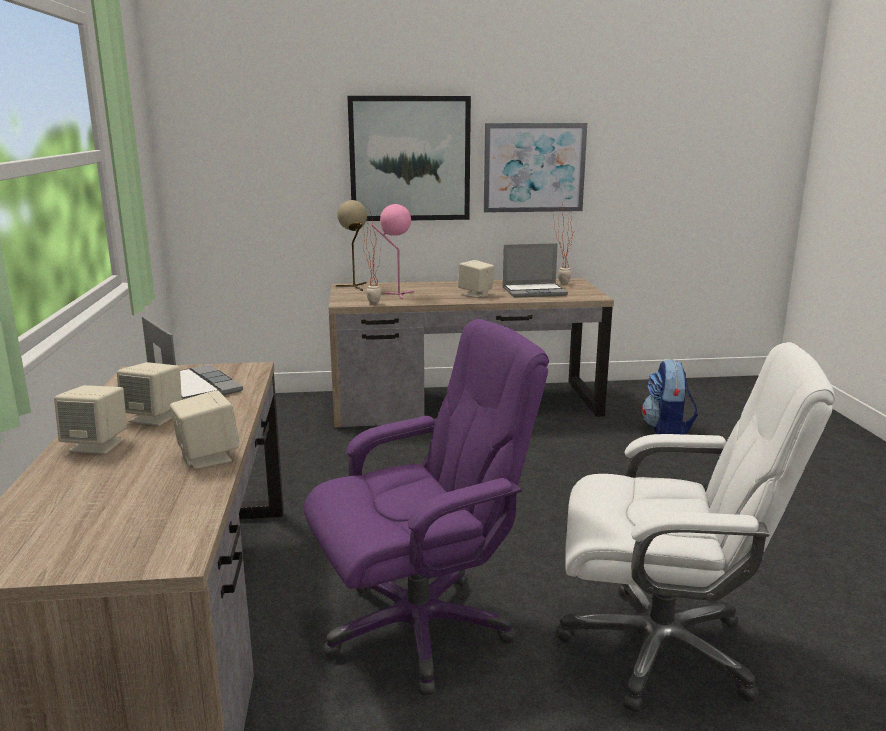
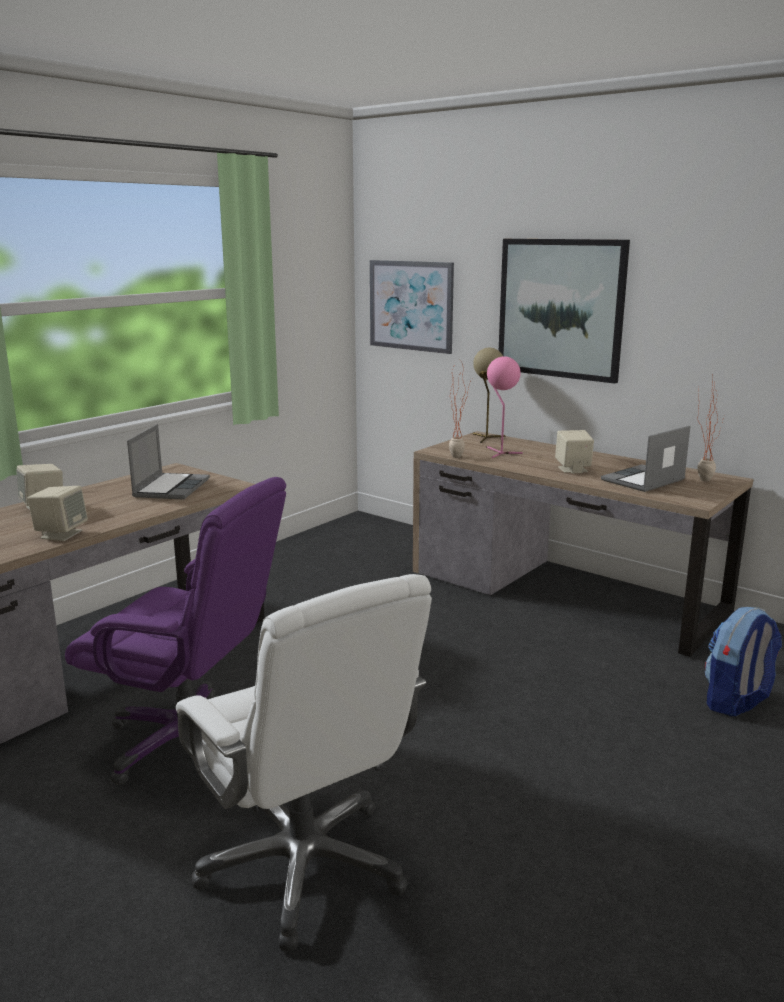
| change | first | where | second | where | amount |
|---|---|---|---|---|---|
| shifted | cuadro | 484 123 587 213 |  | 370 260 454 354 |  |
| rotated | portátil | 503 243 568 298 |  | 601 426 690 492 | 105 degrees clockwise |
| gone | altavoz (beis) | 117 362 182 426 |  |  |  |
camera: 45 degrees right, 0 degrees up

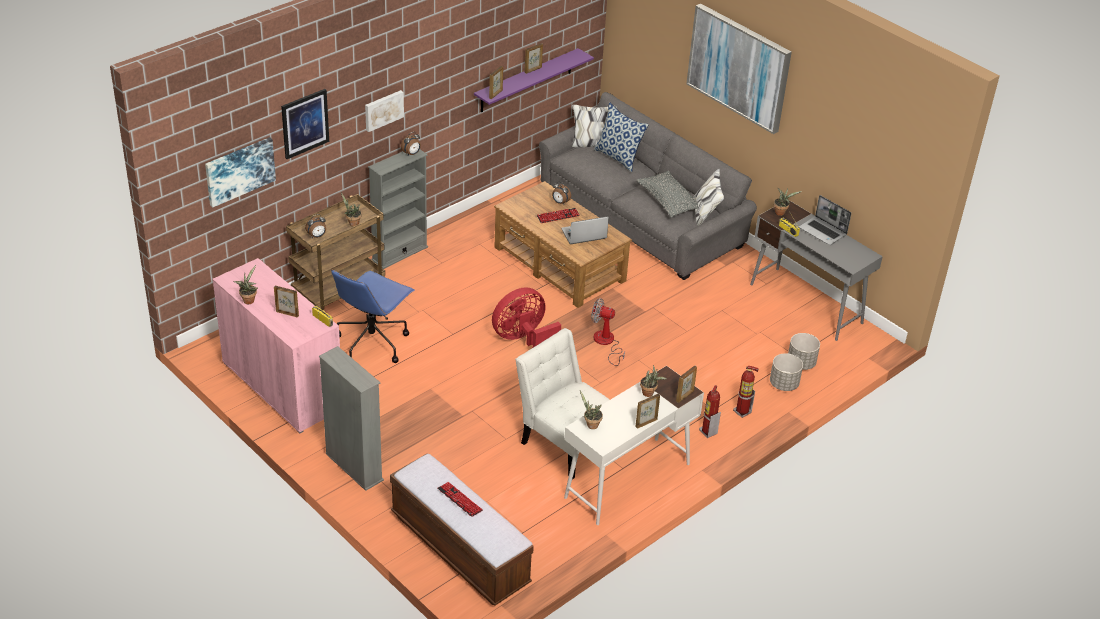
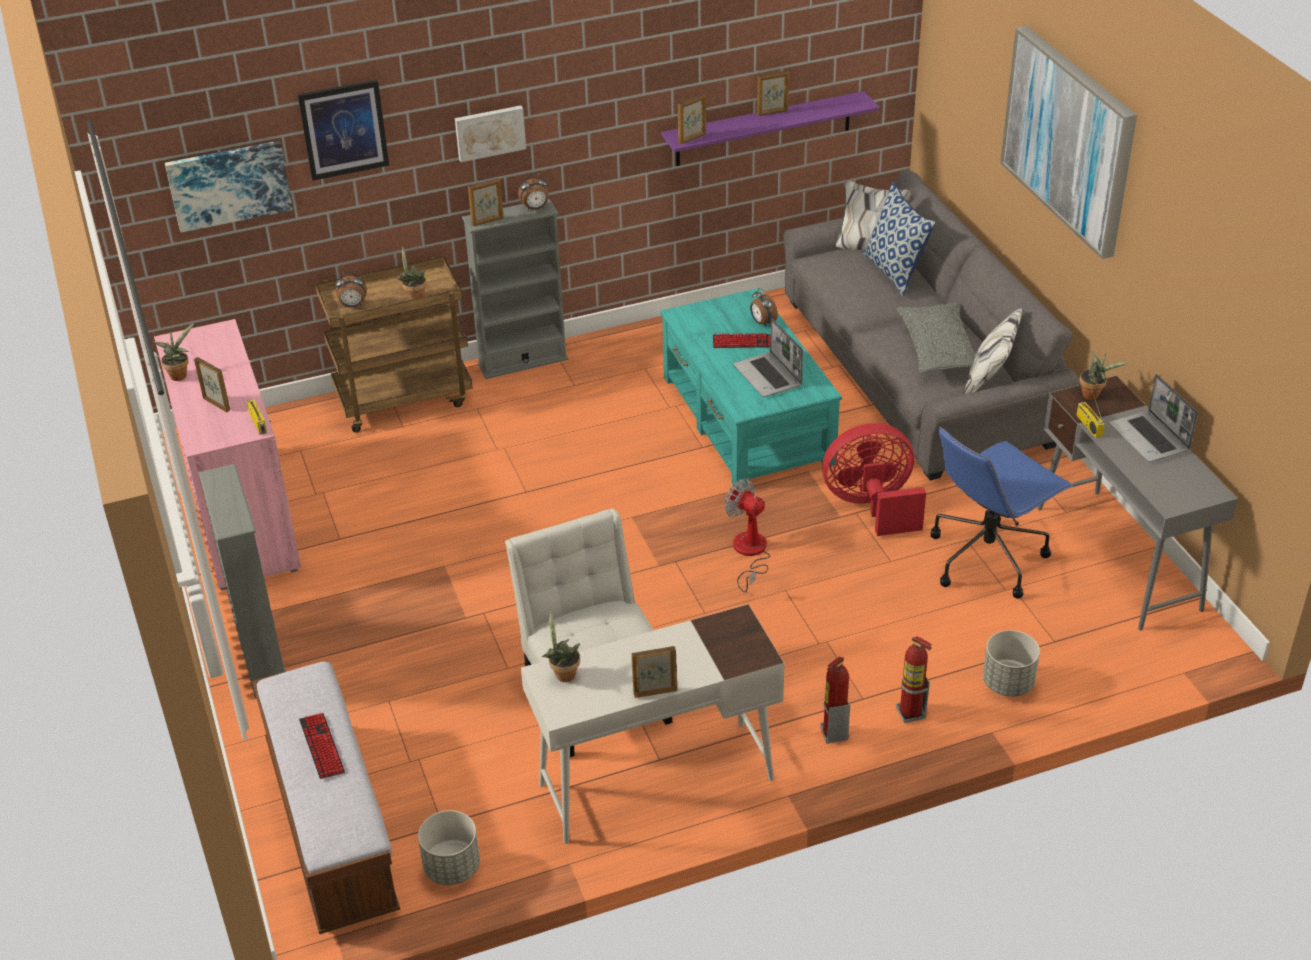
| change | first | where | second | where | amount |
|---|---|---|---|---|---|
| repainted | mesa de centro (marrón) | 494 181 632 308 | mesa de centro (turquesa) | 660 288 842 489 |  |
| rotated | portátil | 561 216 609 244 |  | 733 318 803 397 | 120 degrees counterclockwise |
| shifted | silla de oficina (azul) | 331 270 415 363 |  | 931 427 1073 599 |  |
| shifted | ventilador (rojo) | 492 287 561 348 |  | 822 423 926 536 |  |
| shifted | maceta (gris) | 788 333 820 370 |  | 418 810 480 885 |  |
| gone | planta en maceta | 640 365 667 397 |  |  |  |
| shifted | portarretratos | 676 365 697 403 |  | 468 178 503 226 |  |
camera: 25 degrees right, 0 degrees up

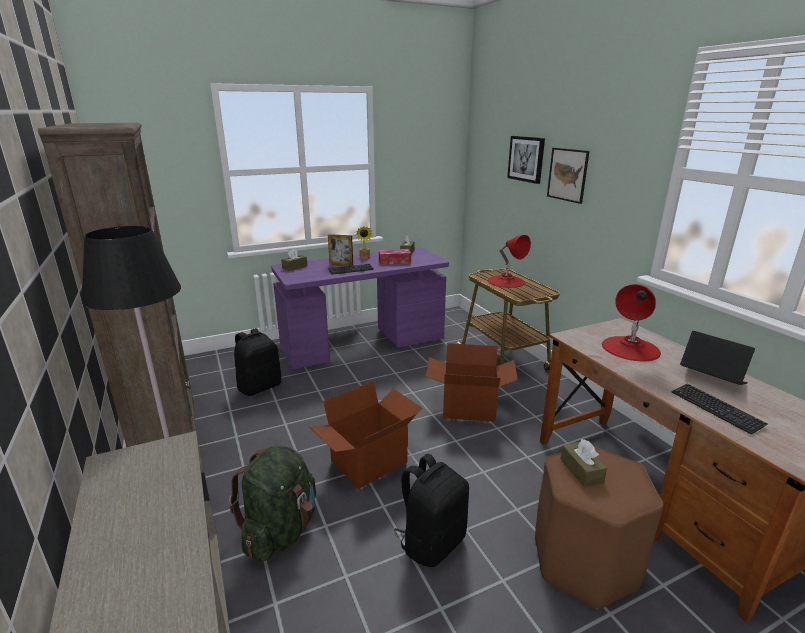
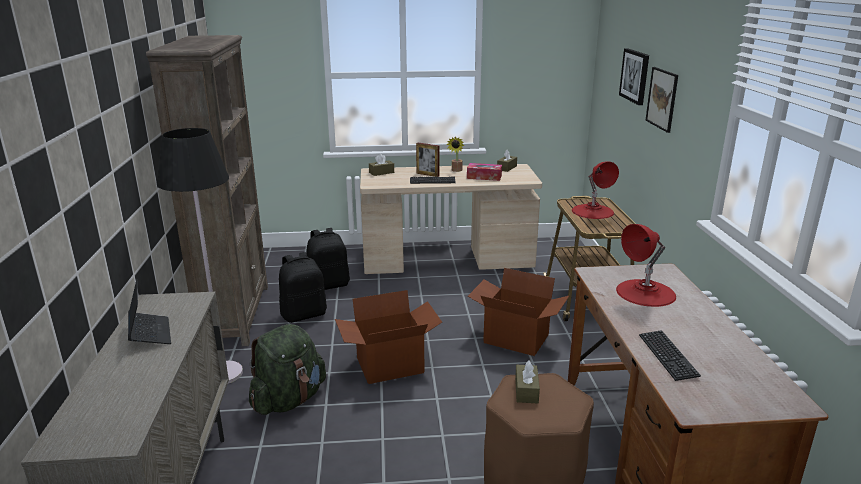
| change | first | where | second | where | amount |
|---|---|---|---|---|---|
| repainted | escritorio (morado) | 271 247 449 369 | escritorio (beis) | 360 164 542 274 |  |
| shifted | portátil | 680 331 755 385 |  | 128 279 171 344 |  |
| shifted | mochila (negro) | 395 454 469 567 |  | 279 252 327 323 |  |
camera: 20 degrees right, 0 degrees up

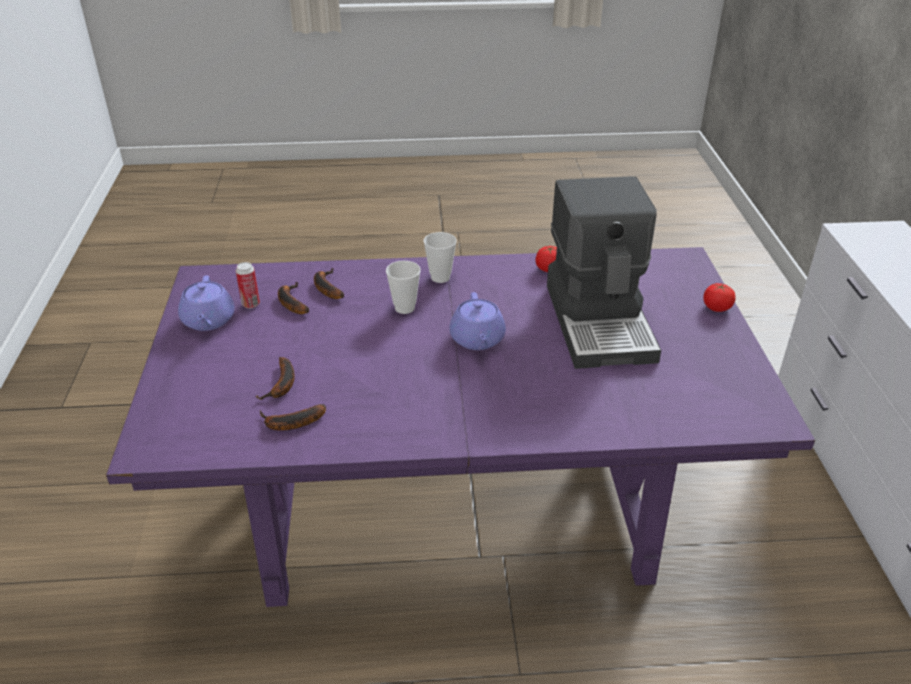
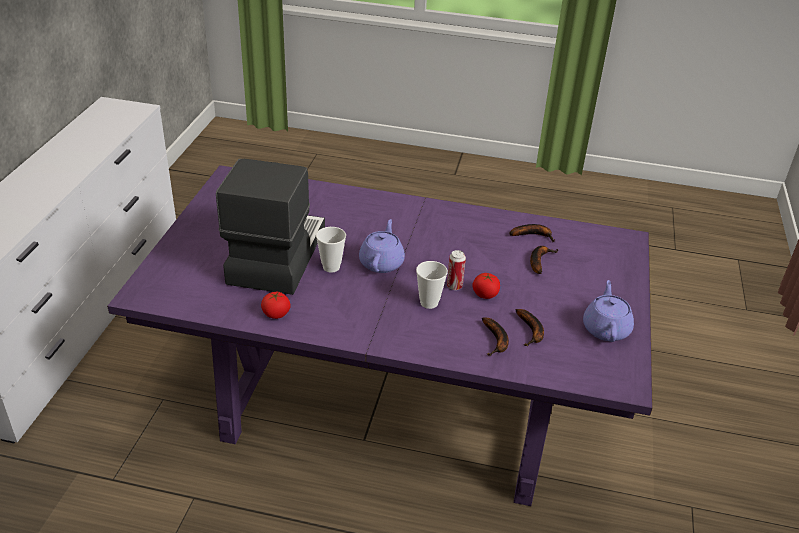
| change | first | where | second | where | amount |
|---|---|---|---|---|---|
| shifted | taza | 424 232 457 283 |  | 316 227 346 272 |  |
| shifted | lata | 236 262 260 308 |  | 447 250 466 290 |  |
| shifted | tomate | 703 283 736 312 |  | 472 273 500 299 |  |
camera: 165 degrees left, 0 degrees up

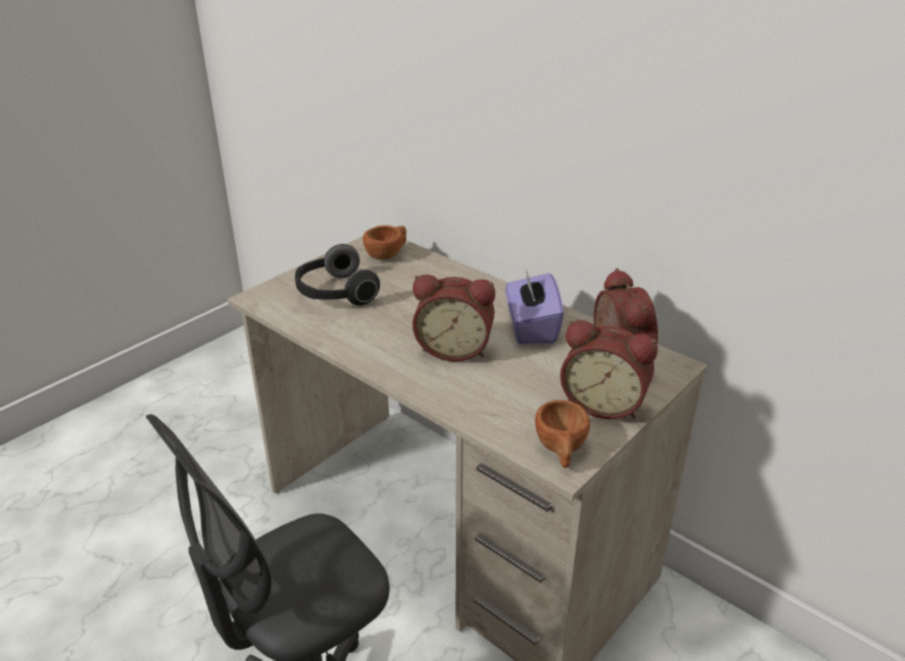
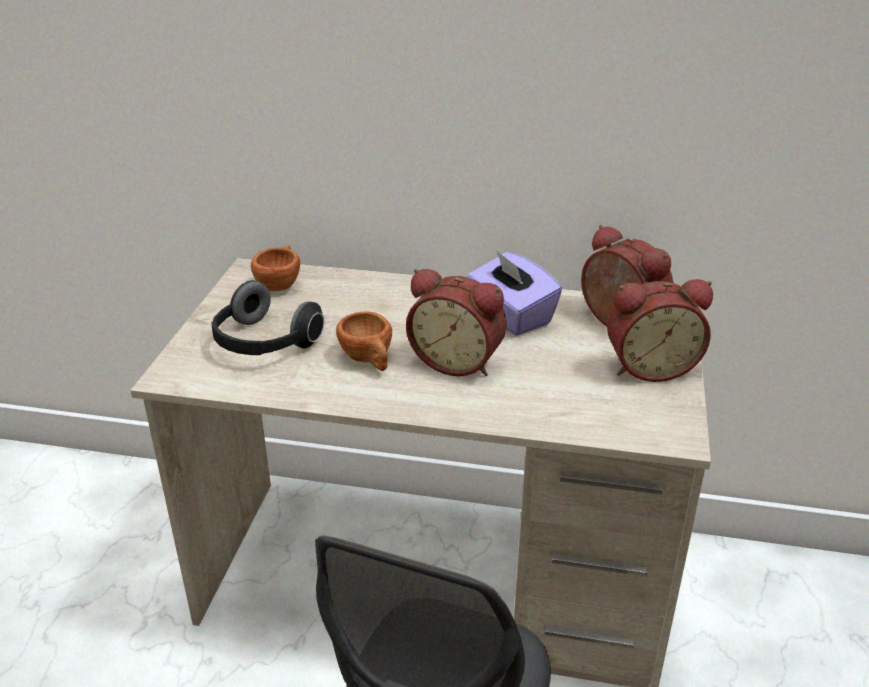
| change | first | where | second | where | amount |
|---|---|---|---|---|---|
| rotated | despertador | 412 274 495 362 |  | 406 269 507 376 | 45 degrees clockwise |
| shifted | taza (marrón) | 535 400 590 468 |  | 336 311 392 371 |  |
camera: 30 degrees left, 0 degrees up

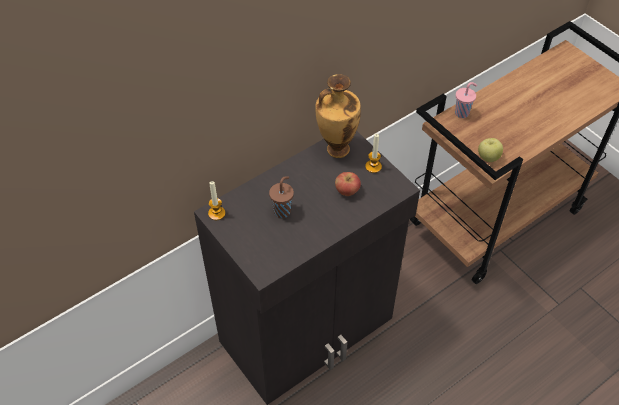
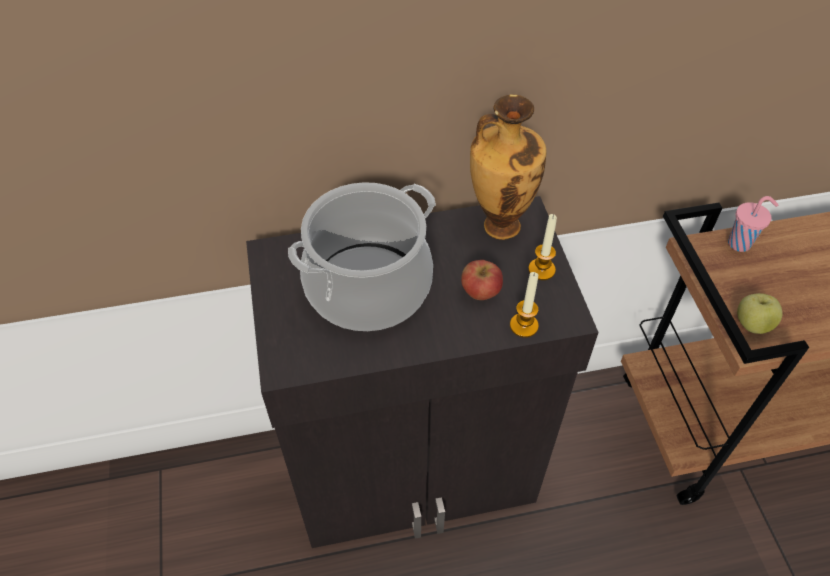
| change | first | where | second | where | amount |
|---|---|---|---|---|---|
| swapped | taza (marrón) | 269 176 294 218 | olla | 288 182 436 331 |  |
| shifted | vela | 208 181 225 220 |  | 510 272 539 338 |  |
camera: 25 degrees right, 0 degrees up

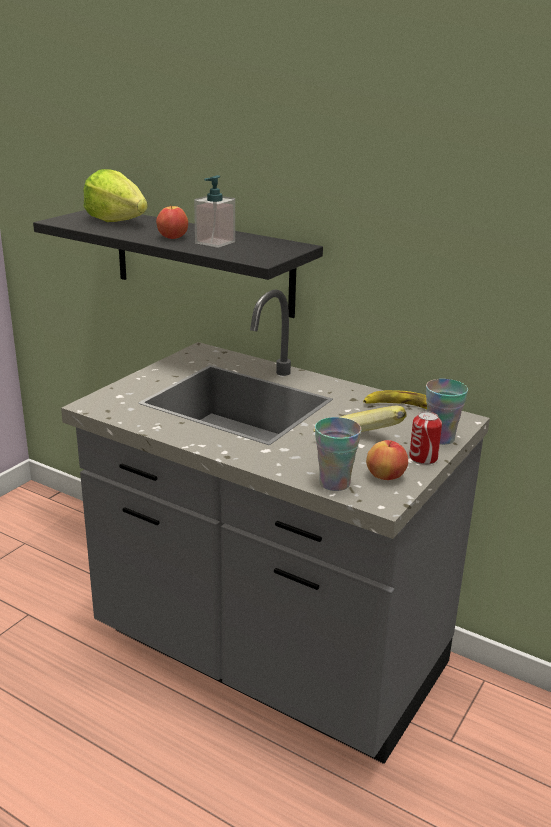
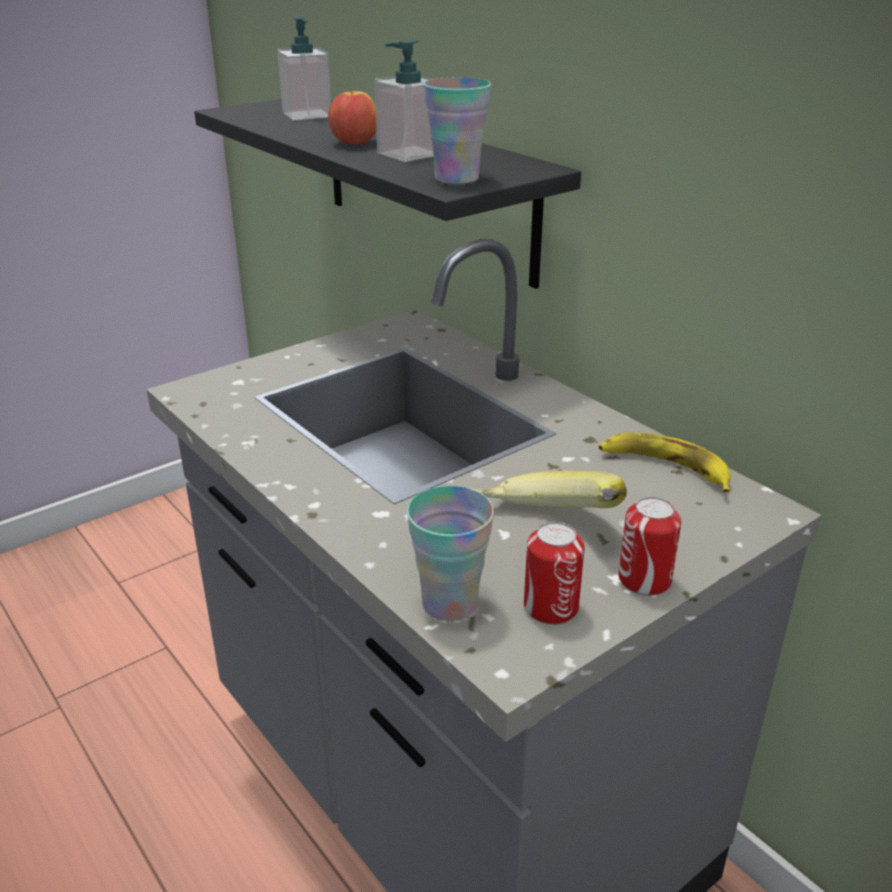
| change | first | where | second | where | amount |
|---|---|---|---|---|---|
| swapped | lechuga | 83 169 148 222 | dispensador de jabón | 277 16 331 120 |  |
| shifted | taza | 426 379 468 445 |  | 424 77 491 184 |  |
| swapped | manzana | 366 440 408 480 | lata | 524 522 585 625 |  |
camera: 20 degrees right, 5 degrees up

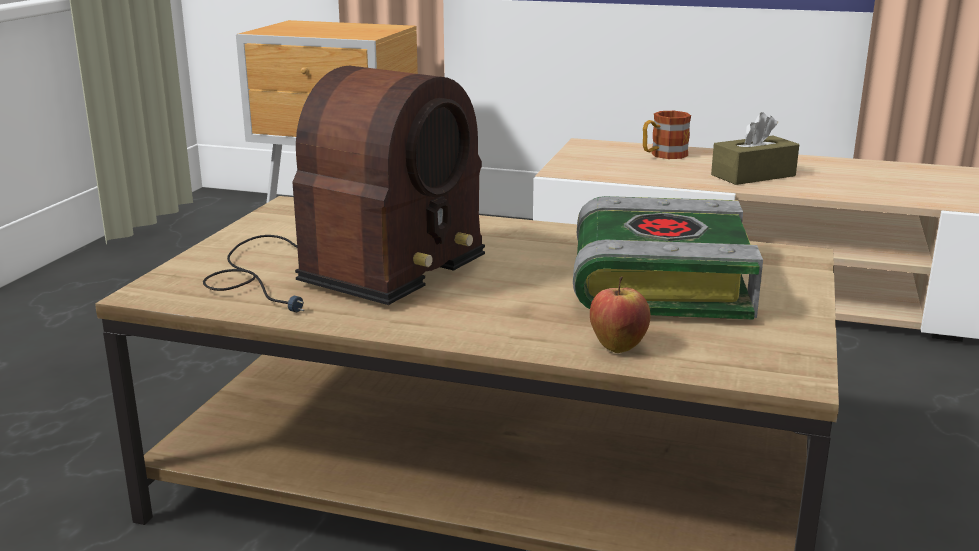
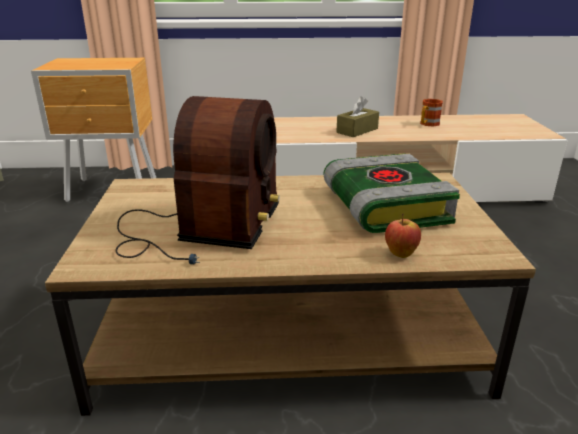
| change | first | where | second | where | amount |
|---|---|---|---|---|---|
| shifted | taza grande | 643 111 691 159 |  | 420 99 443 127 |  |
camera: 20 degrees left, 5 degrees up

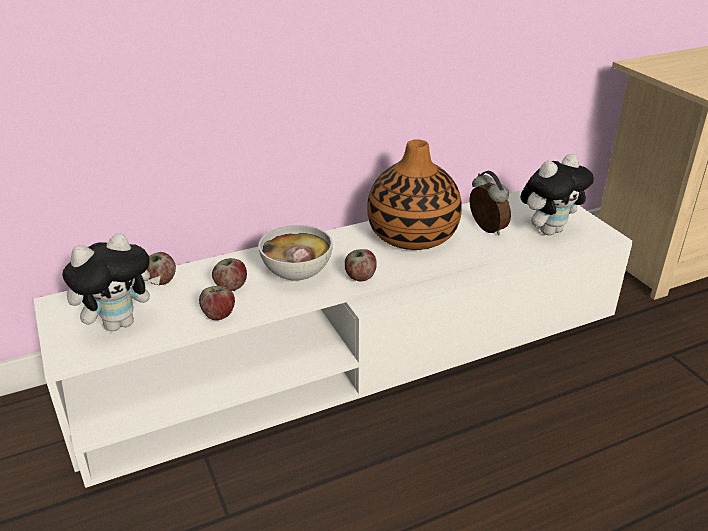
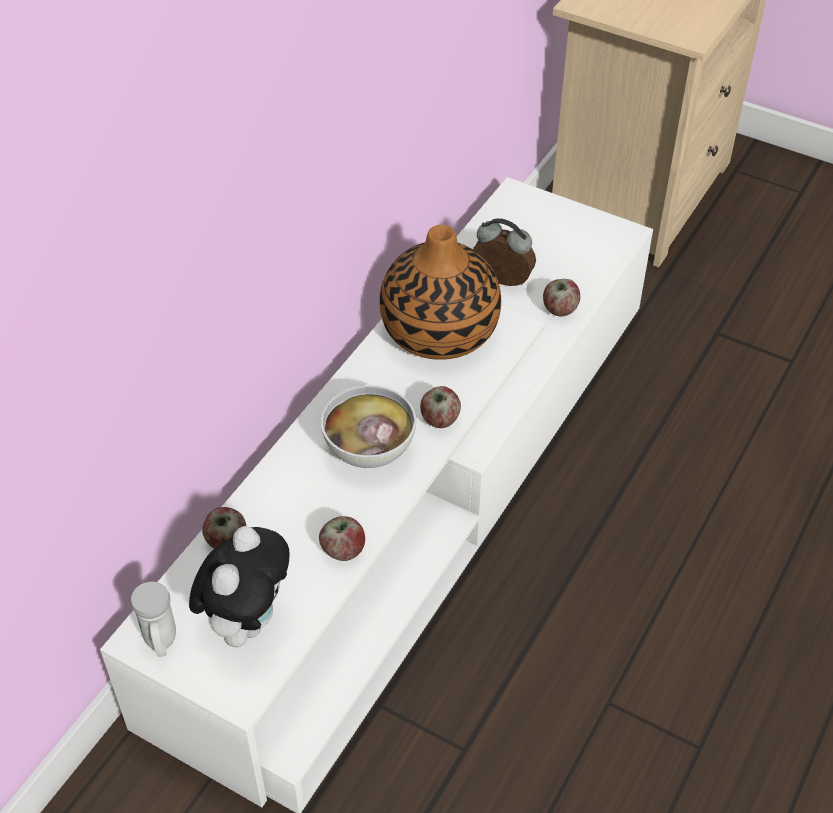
| change | first | where | second | where | amount |
|---|---|---|---|---|---|
| gone | peluche | 520 154 594 235 |  |  |  |
| shifted | manzana | 212 258 247 291 |  | 543 279 580 316 |  |
| new |  |  | taza grande (blanco) | 131 582 176 657 |  |
camera: 35 degrees left, 15 degrees up

